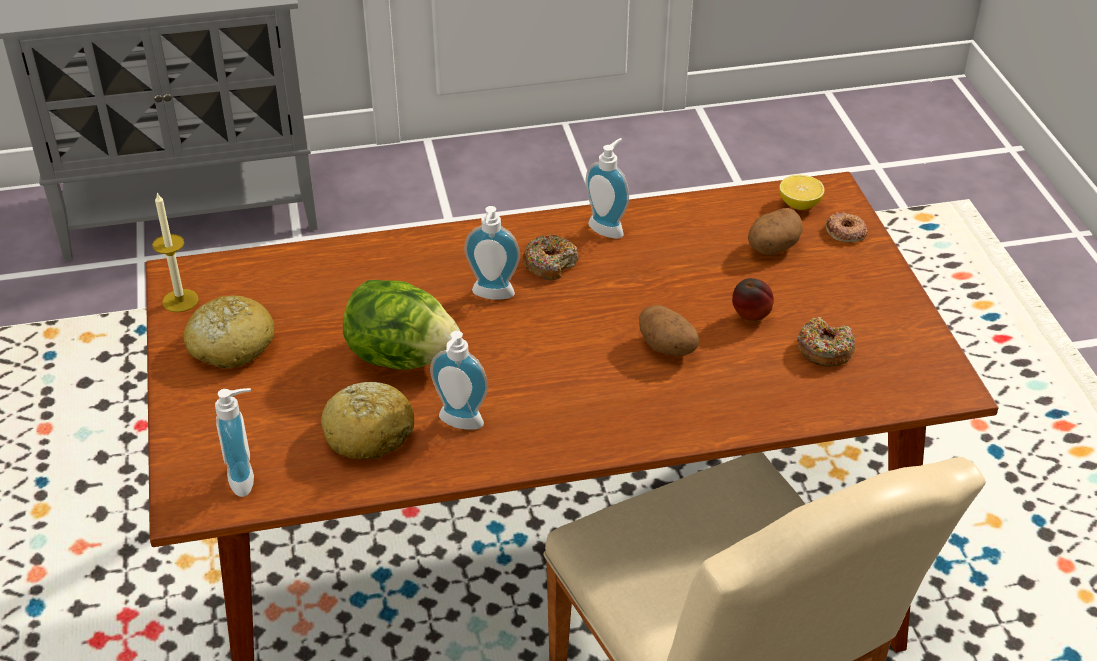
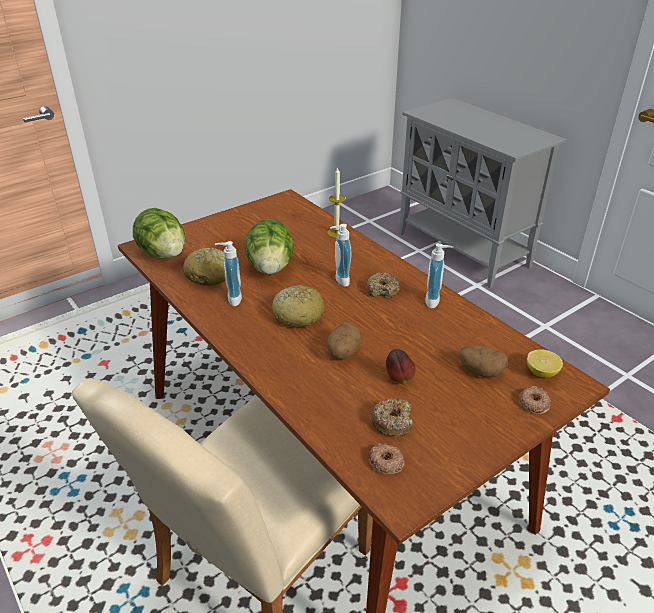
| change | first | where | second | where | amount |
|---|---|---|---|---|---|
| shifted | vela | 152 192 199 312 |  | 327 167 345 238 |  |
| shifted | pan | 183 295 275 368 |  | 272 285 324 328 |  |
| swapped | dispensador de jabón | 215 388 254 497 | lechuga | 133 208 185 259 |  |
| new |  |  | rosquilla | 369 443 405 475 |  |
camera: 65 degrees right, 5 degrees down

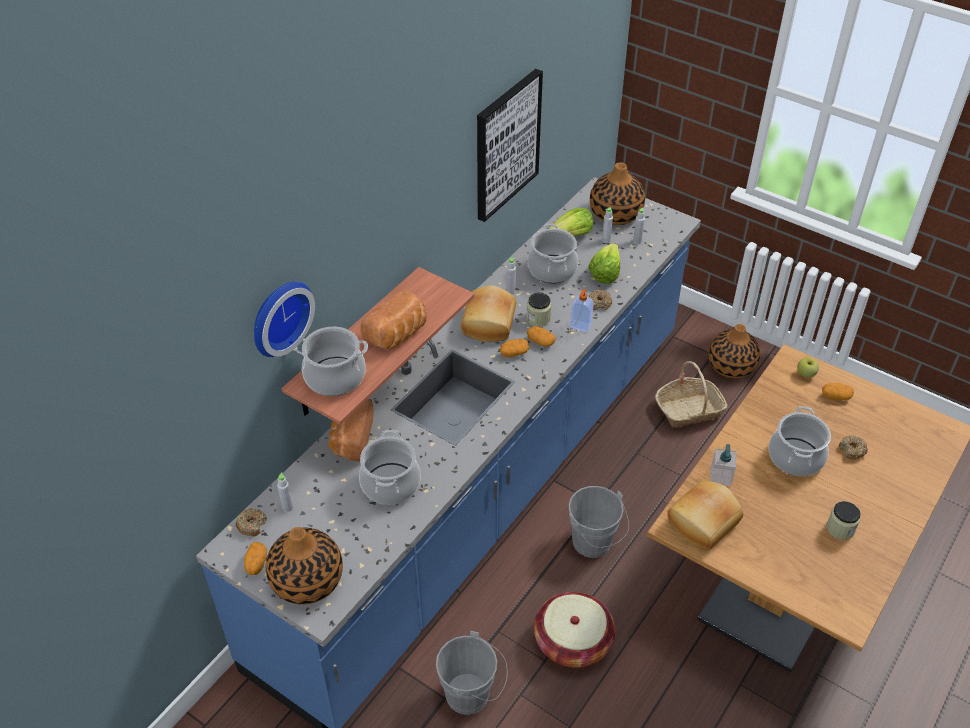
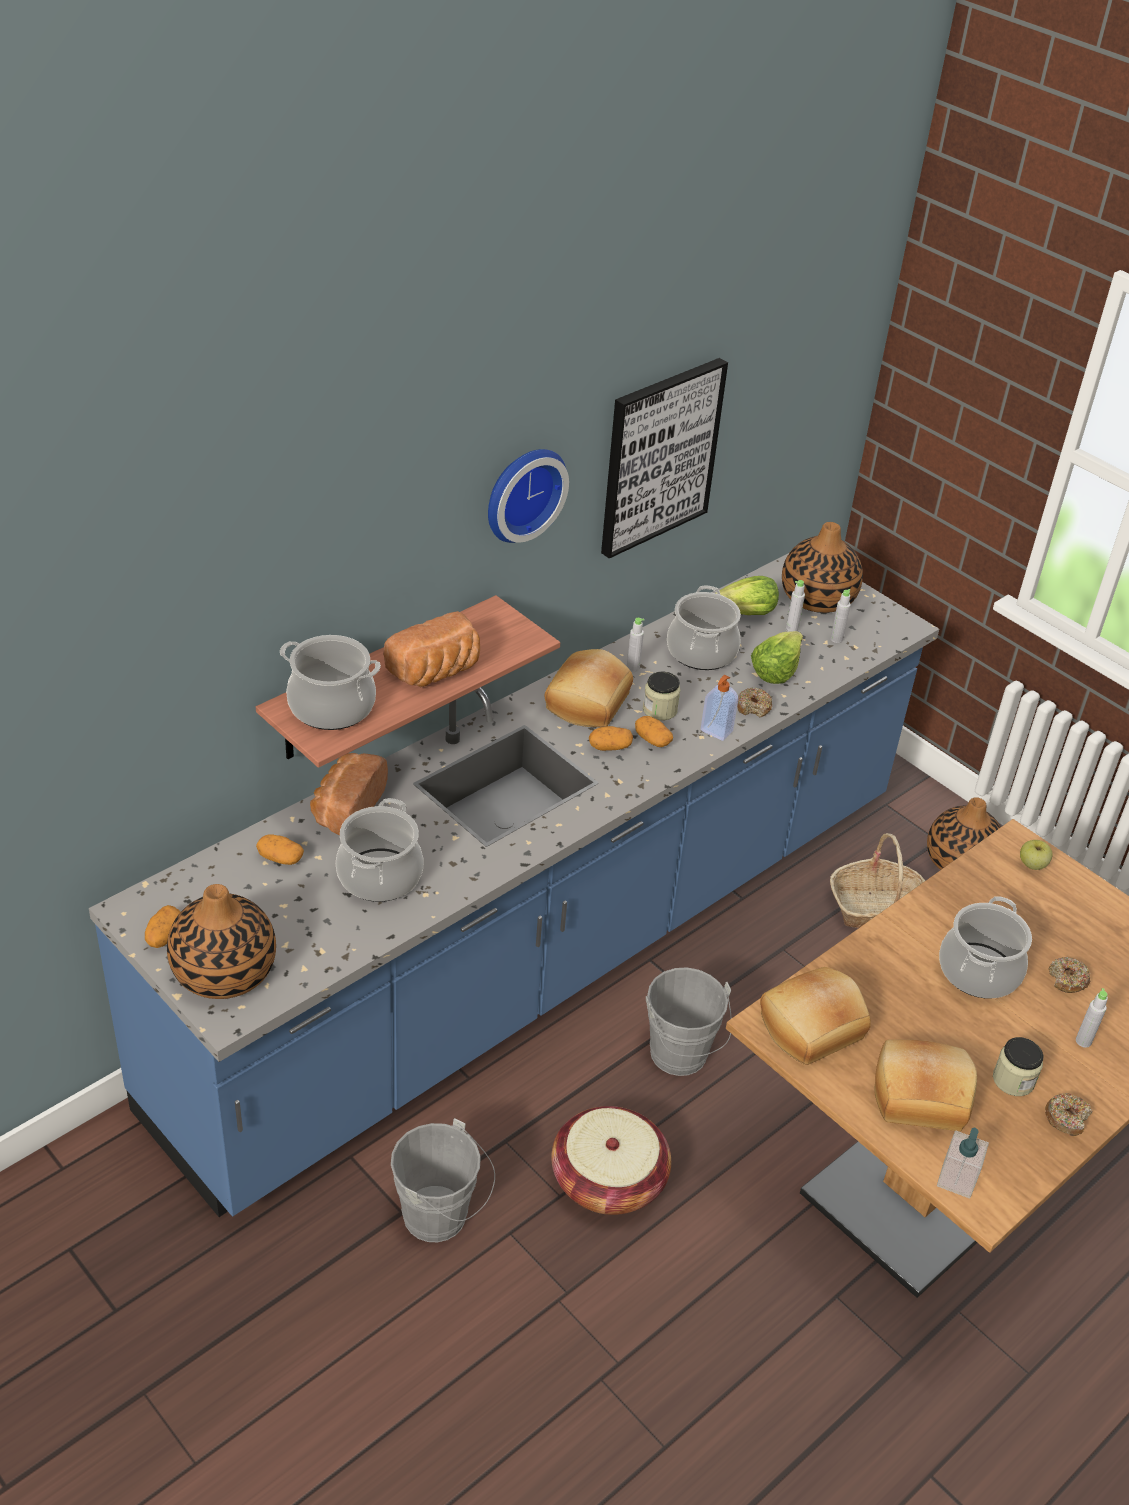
| change | first | where | second | where | amount |
|---|---|---|---|---|---|
| shifted | reloj de pared | 254 281 315 357 |  | 488 449 569 543 |  |
| shifted | patata | 822 383 854 400 |  | 256 834 304 865 |  |
| shifted | dispensador de jabón | 710 444 736 486 |  | 937 1128 989 1198 |  |
| shifted | botella (gris) | 277 472 293 512 |  | 1076 988 1108 1048 |  |
| shifted | rosquilla | 236 508 267 537 |  | 1045 1093 1092 1136 |  |
| new |  |  | pan | 874 1039 977 1131 |  |
camera: 10 degrees right, 5 degrees down

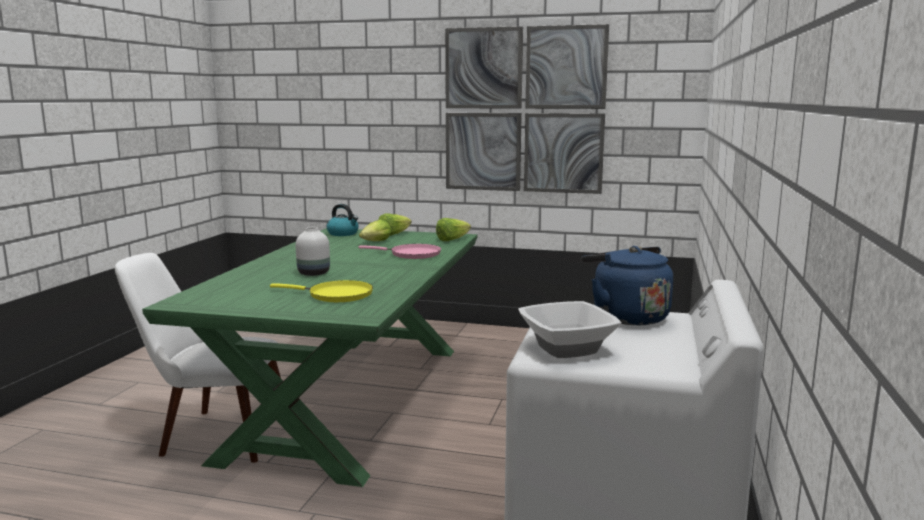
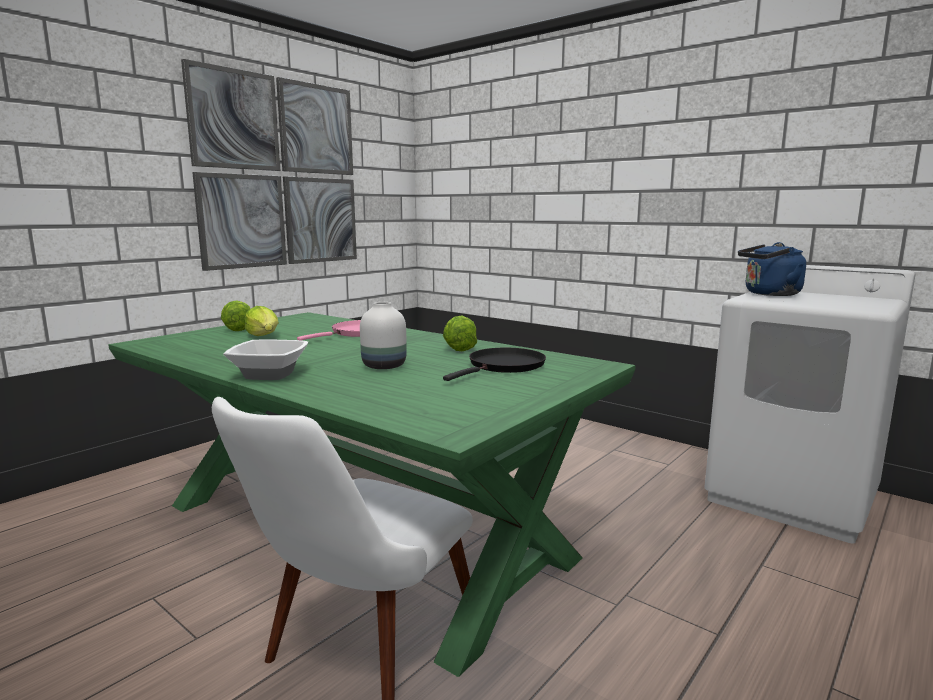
| change | first | where | second | where | amount |
|---|---|---|---|---|---|
| gone | hervidor | 327 204 359 236 |  |  |  |
| shifted | lechuga | 436 218 471 241 |  | 443 315 477 351 |  |
| repainted | sartén (amarillo) | 270 280 373 302 | sartén (negro) | 443 348 546 381 |  |
| shifted | cuenco | 518 301 622 358 |  | 223 339 308 380 |  |
camera: 65 degrees left, 0 degrees up

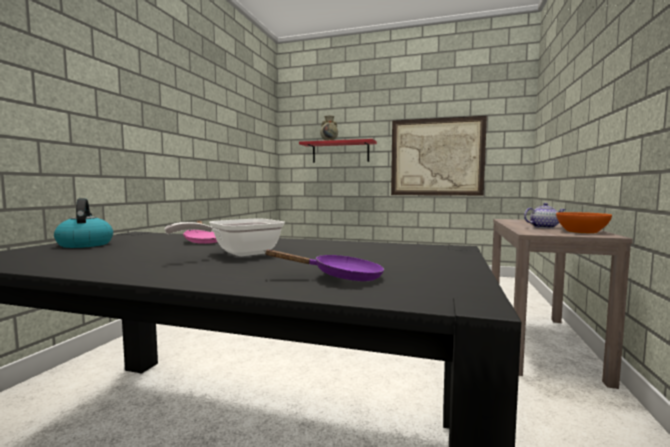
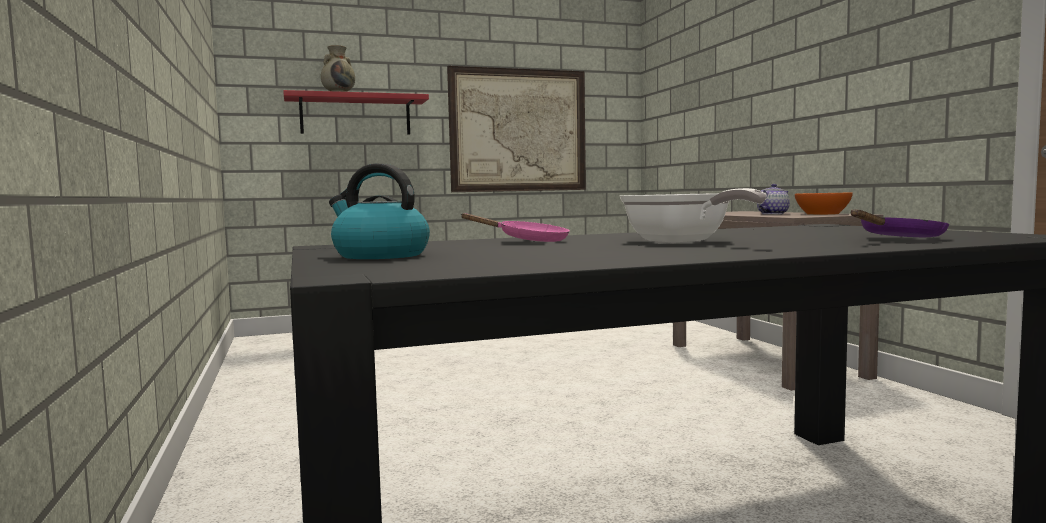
| change | first | where | second | where | amount |
|---|---|---|---|---|---|
| rotated | sartén | 164 219 285 256 |  | 620 188 767 243 | 45 degrees counterclockwise |
camera: 35 degrees left, 0 degrees up

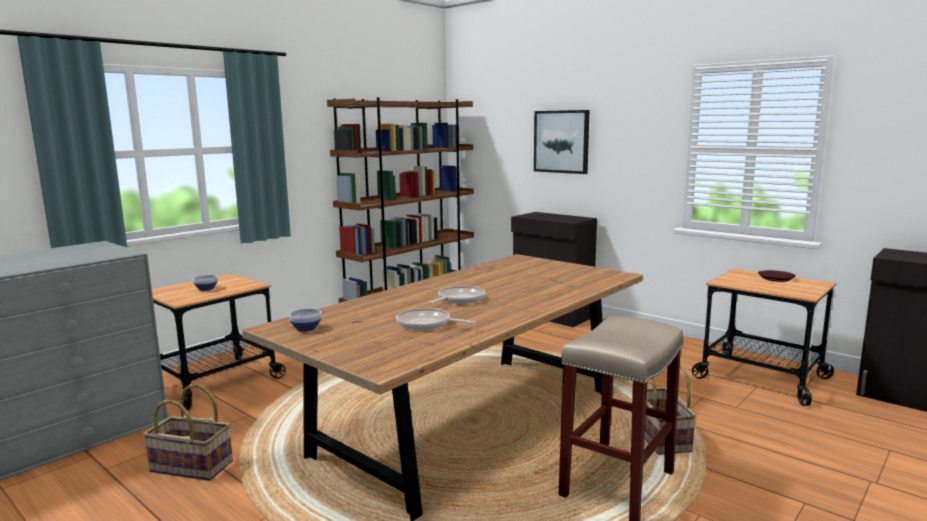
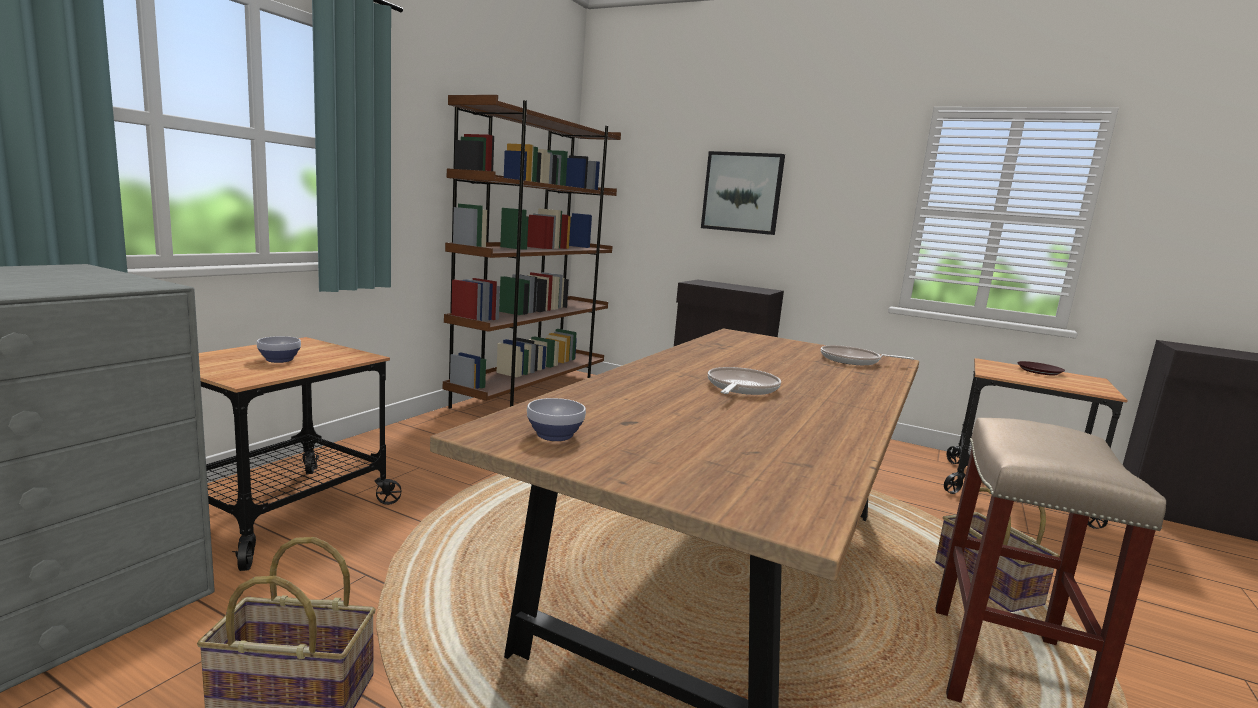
| change | first | where | second | where | amount |
|---|---|---|---|---|---|
| shifted | sartén | 396 308 475 330 |  | 821 345 915 365 |  |
camera: 15 degrees left, 0 degrees up

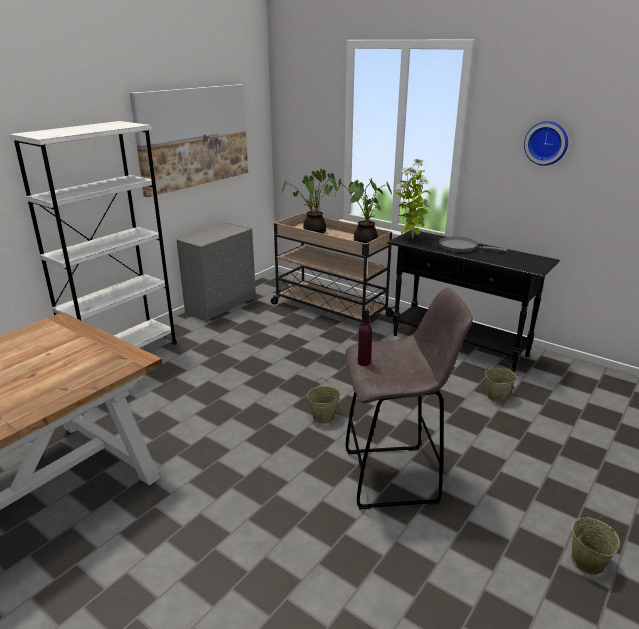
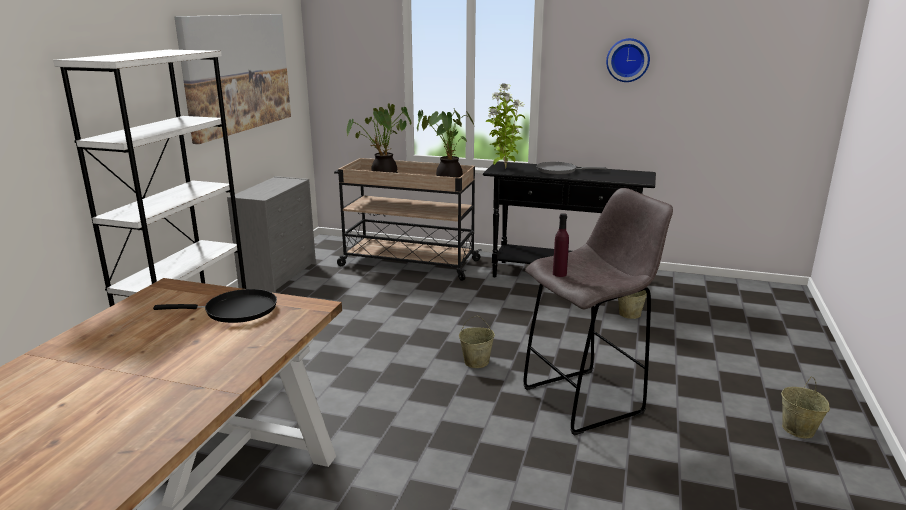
| change | first | where | second | where | amount |
|---|---|---|---|---|---|
| new |  |  | sartén (negro) | 153 289 277 323 |  |
camera: 20 degrees left, 5 degrees down

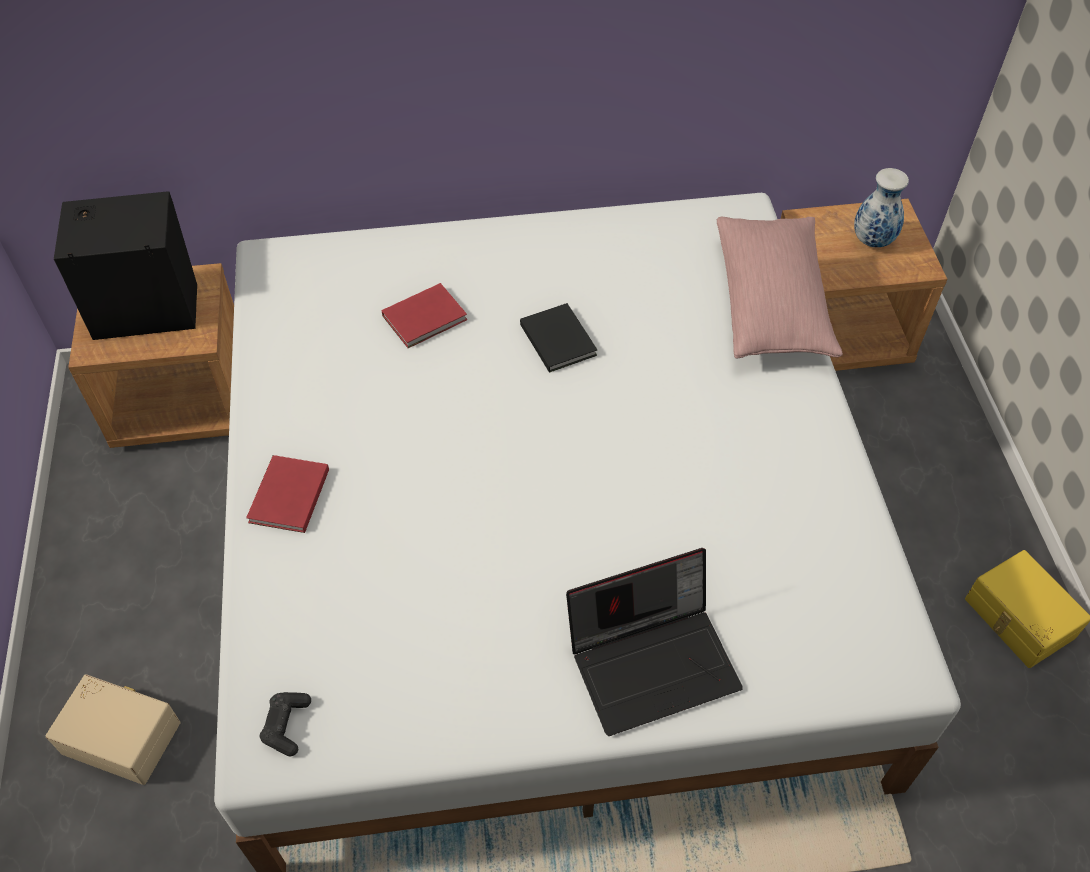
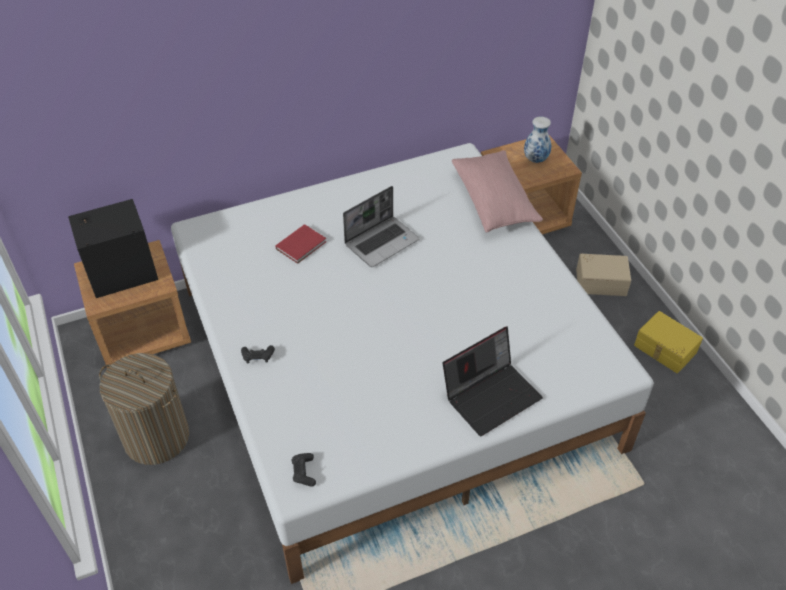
| change | first | where | second | where | amount |
|---|---|---|---|---|---|
| swapped | libro (negro) | 520 303 597 373 | portátil | 343 186 420 267 |  |
| swapped | libro (rojo) | 246 455 329 533 | mando de consola (negro) | 241 345 275 364 |  |
| shifted | caja de almacenaje (beis) | 46 674 180 785 |  | 576 254 631 296 |  |
| new |  |  | cesto de la ropa | 99 353 189 465 |  |
camera: 15 degrees left, 5 degrees down

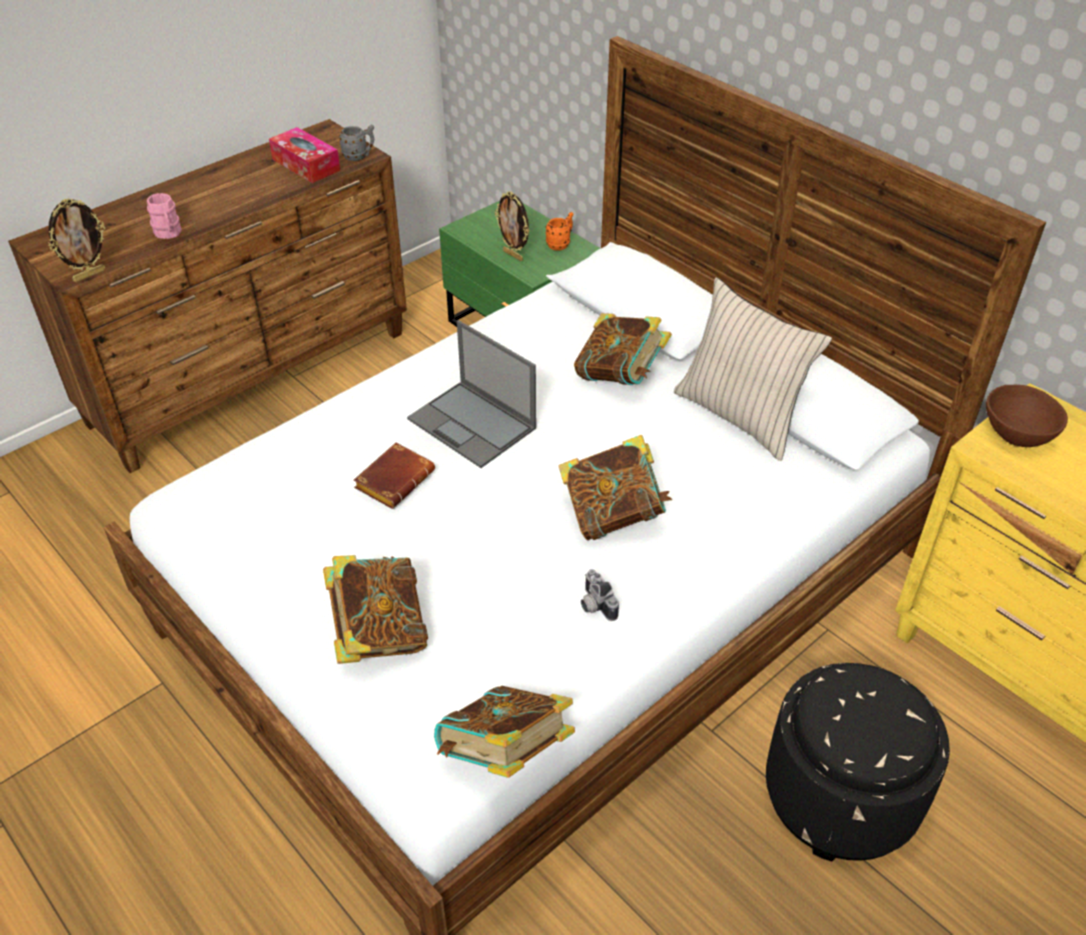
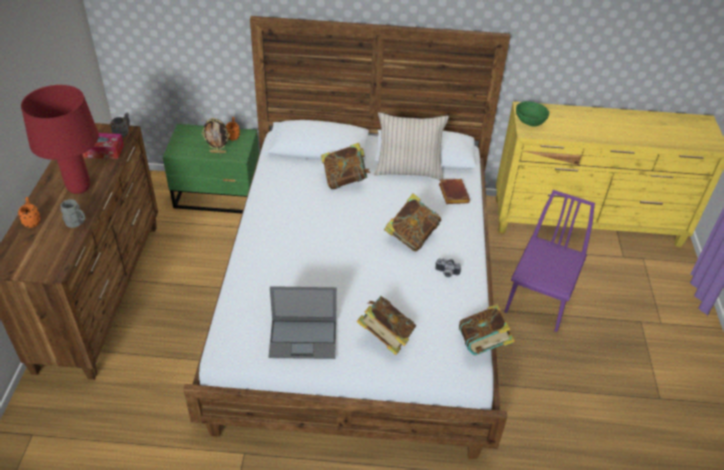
| change | first | where | second | where | amount |
|---|---|---|---|---|---|
| repainted | taza grande (rosa) | 147 193 182 239 | taza grande (gris) | 60 199 85 228 |  |
| gone | portarretratos | 48 198 105 282 |  |  |  |
| shifted | portátil | 407 320 536 468 |  | 268 286 337 359 |  |
| repainted | cuenco (marrón) | 986 385 1068 447 | cuenco (verde) | 516 101 549 127 |  |
| shifted | libro (marrón) | 354 443 435 509 |  | 439 179 470 204 |  |
| swapped | puf (negro) | 766 663 950 861 | silla (morado) | 504 190 595 332 |  |
| new |  |  | lámpara de mesa (rojo) | 21 85 99 194 |  |
| new |  |  | taza grande (naranja) | 18 197 41 228 |  |
camera: 45 degrees left, 0 degrees up

